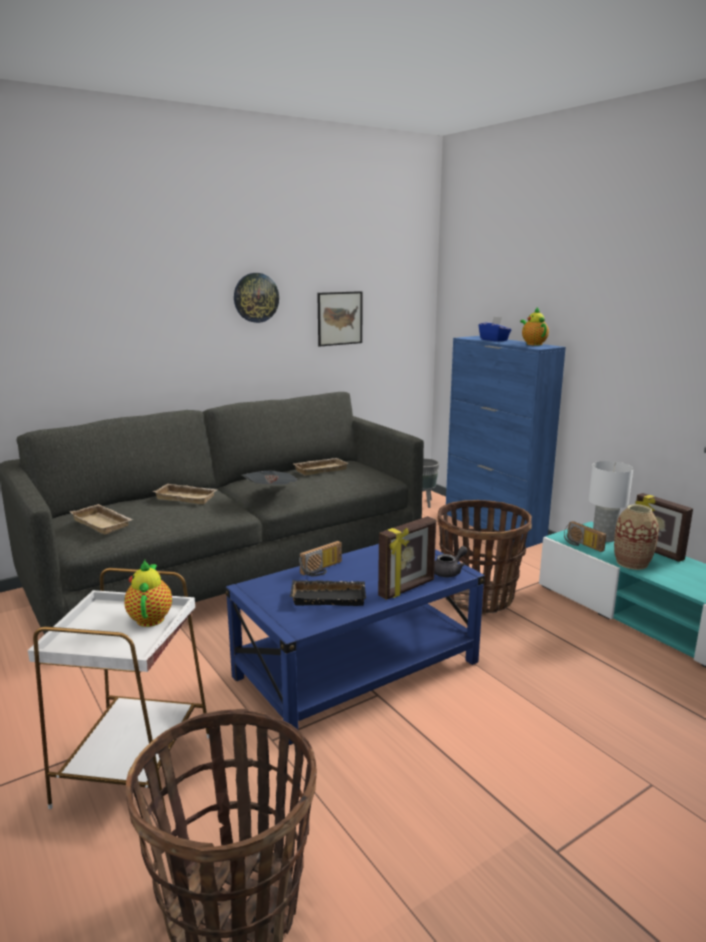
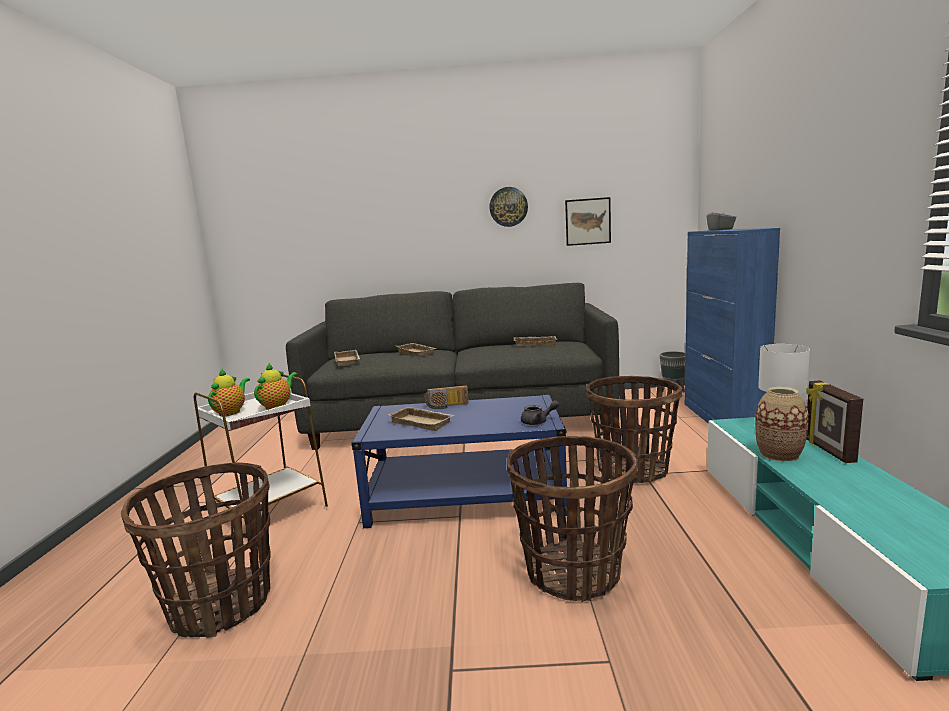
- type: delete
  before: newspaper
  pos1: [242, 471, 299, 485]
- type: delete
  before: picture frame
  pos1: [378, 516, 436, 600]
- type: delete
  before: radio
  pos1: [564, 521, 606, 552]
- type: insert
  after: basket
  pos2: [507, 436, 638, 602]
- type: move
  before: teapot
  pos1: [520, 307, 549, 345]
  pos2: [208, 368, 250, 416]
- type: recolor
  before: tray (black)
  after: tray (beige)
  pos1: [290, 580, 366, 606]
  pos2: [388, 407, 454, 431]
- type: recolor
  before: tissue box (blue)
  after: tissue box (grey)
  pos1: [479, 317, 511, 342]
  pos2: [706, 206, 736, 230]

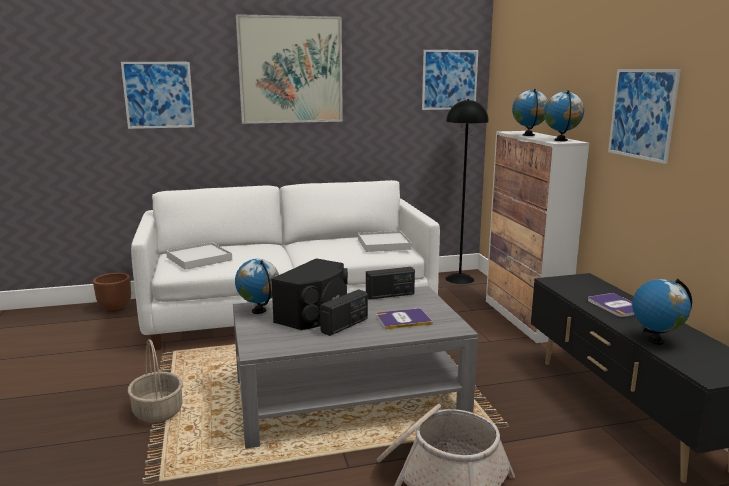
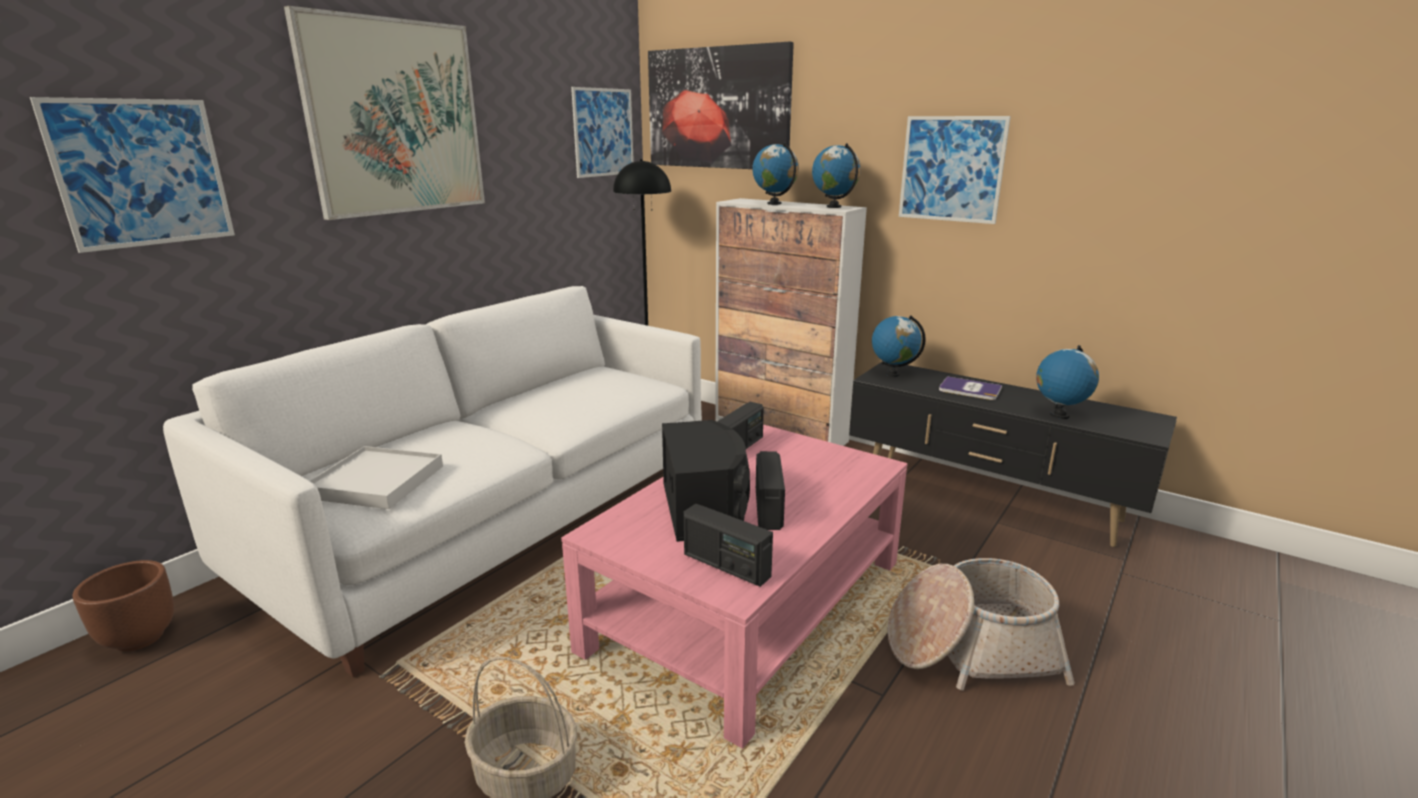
- type: delete
  before: tray (white)
  pos1: [358, 231, 412, 252]
- type: delete
  before: book
  pos1: [377, 309, 433, 329]
- type: insert
  after: picture
  pos2: [648, 42, 794, 169]
- type: insert
  after: radio
  pos2: [684, 504, 773, 587]
- type: move
  before: globe
  pos1: [235, 259, 279, 314]
  pos2: [872, 315, 926, 377]
- type: recolor
  before: coffee table (grey)
  after: coffee table (pink)
  pos1: [233, 286, 478, 449]
  pos2: [561, 424, 908, 749]

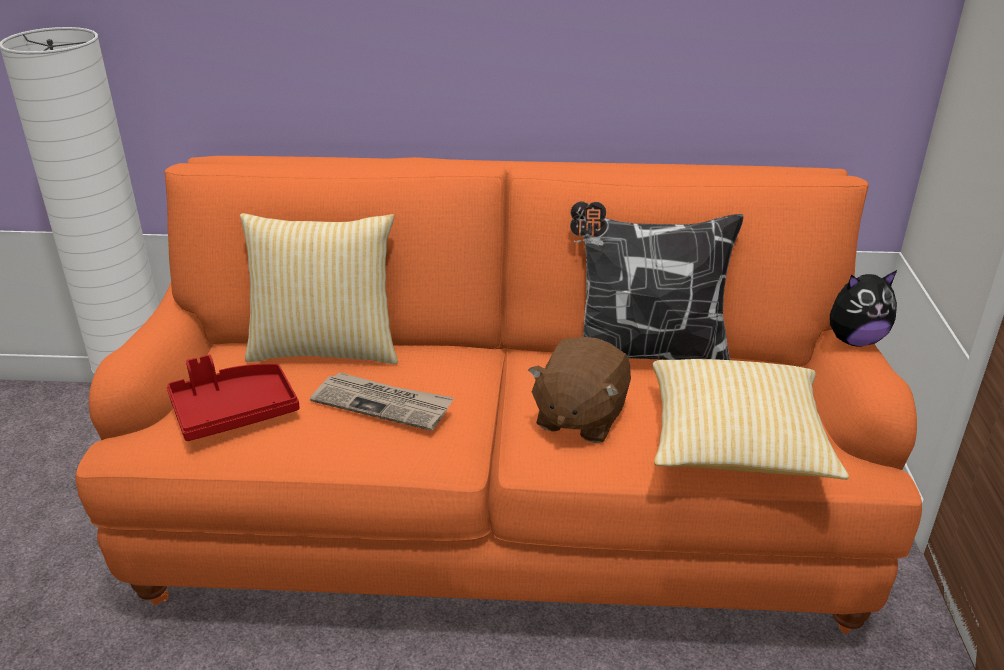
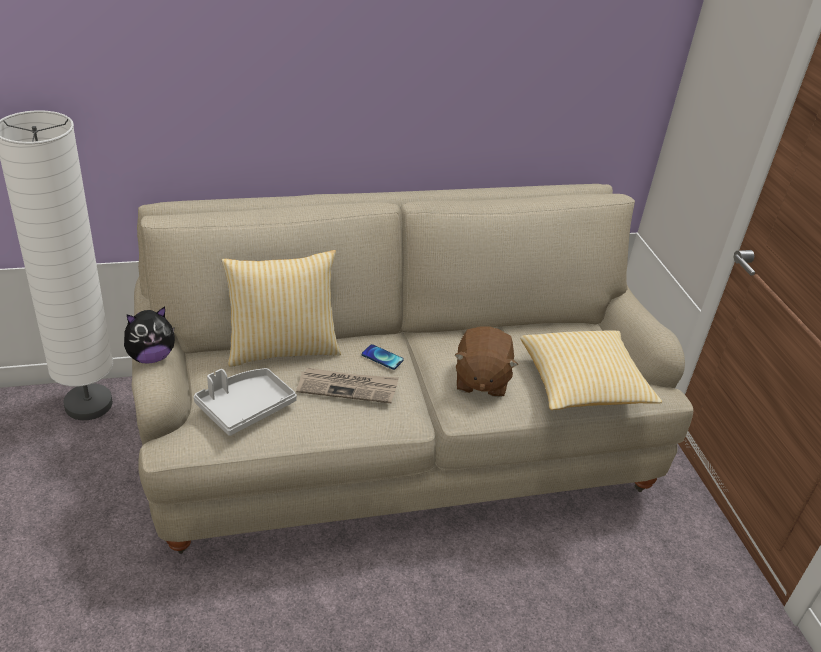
- type: delete
  before: pillow
  pos1: [570, 201, 744, 360]
- type: insert
  after: phone
  pos2: [362, 344, 404, 370]
- type: move
  before: plush toy
  pos1: [830, 270, 897, 346]
  pos2: [124, 306, 175, 364]
- type: recolor
  before: sofa (orange)
  after: sofa (beige)
  pos1: [76, 156, 922, 634]
  pos2: [132, 184, 693, 554]
- type: recolor
  before: tray (red)
  after: tray (grey)
  pos1: [167, 355, 300, 441]
  pos2: [194, 368, 297, 436]

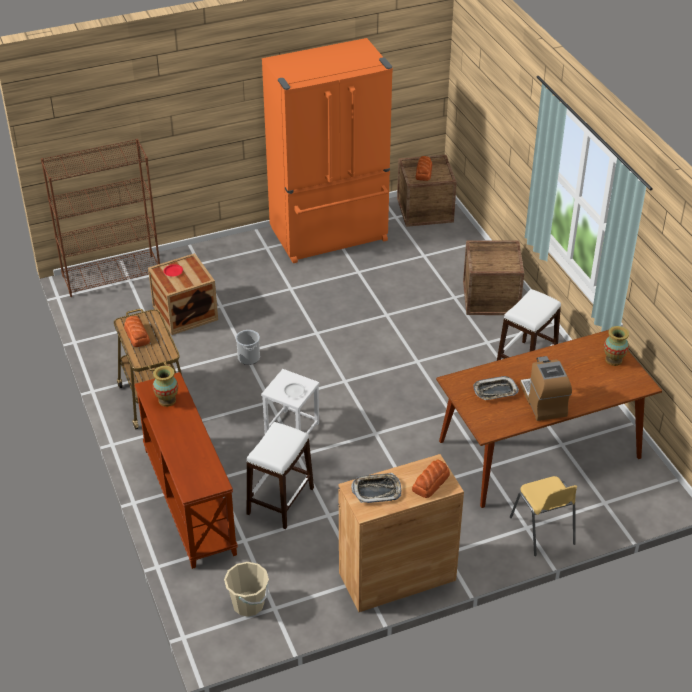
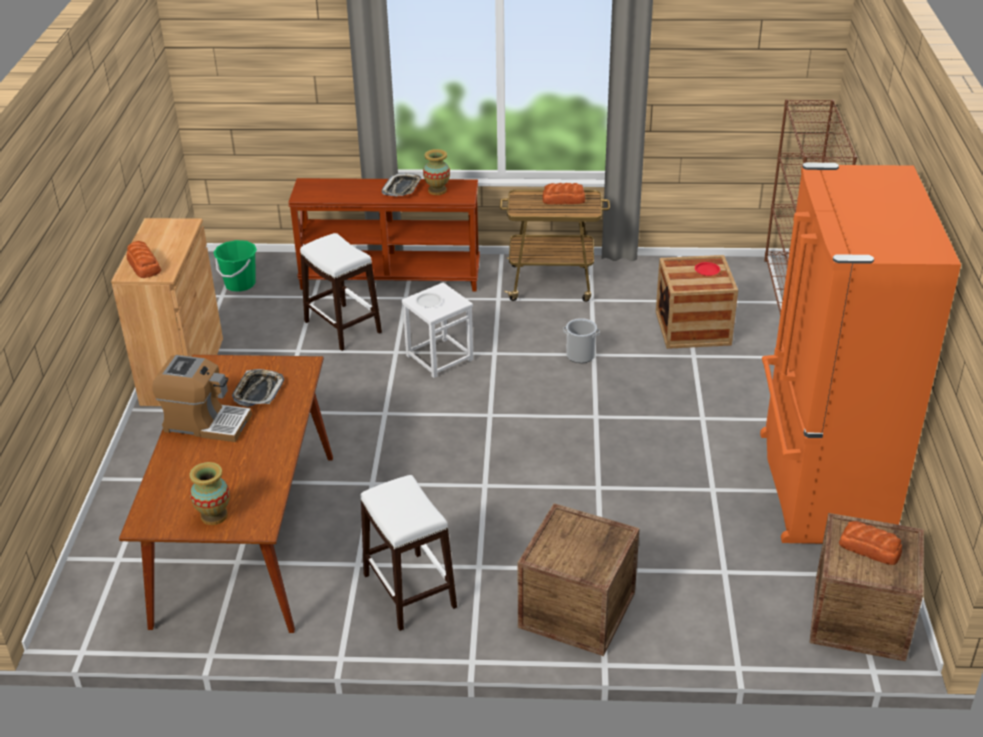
- type: delete
  before: chair (yellow)
  pos1: [510, 476, 577, 556]
- type: move
  before: tray
  pos1: [351, 473, 401, 503]
  pos2: [382, 173, 422, 196]
- type: recolor
  before: bucket (beige)
  after: bucket (green)
  pos1: [224, 562, 269, 617]
  pos2: [213, 240, 257, 292]

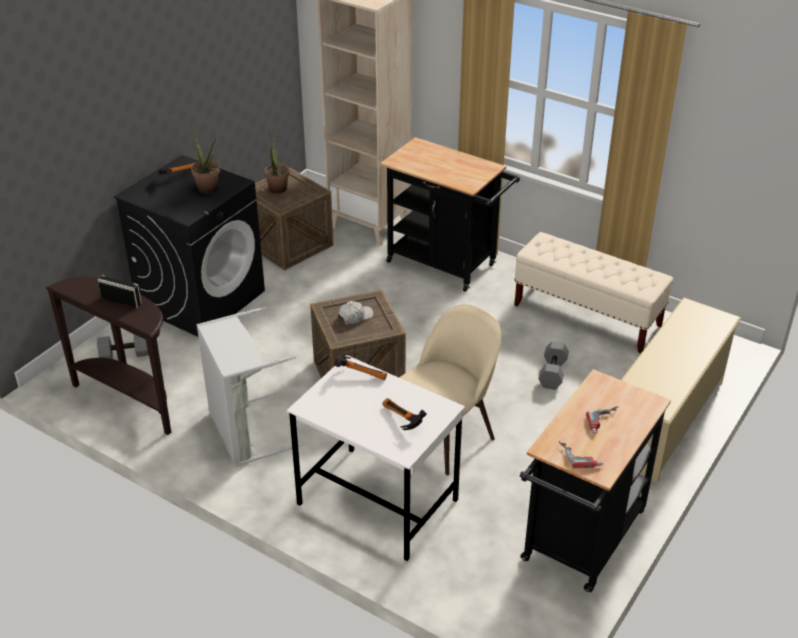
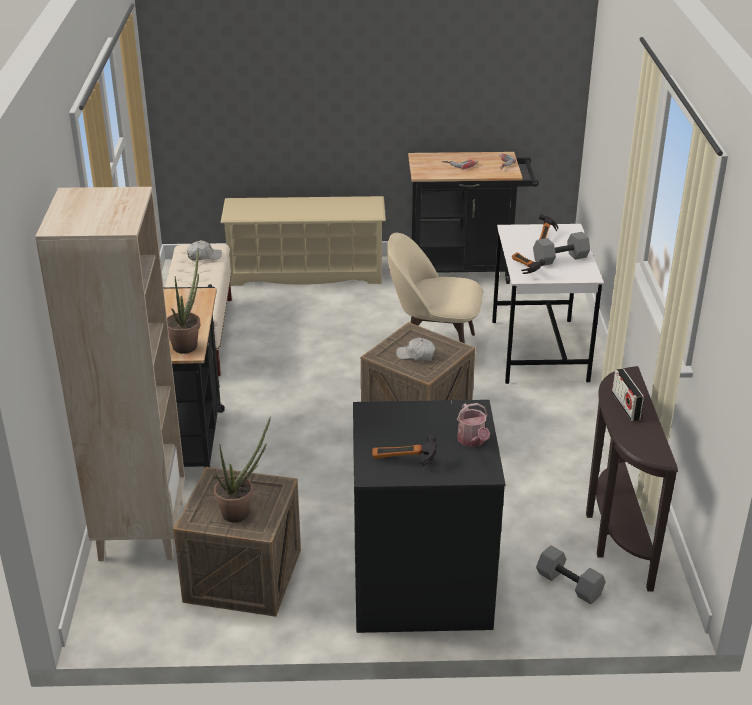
- type: delete
  before: laundry basket (grey)
  pos1: [197, 307, 303, 467]
- type: insert
  after: cap (white)
  pos2: [187, 240, 222, 260]
- type: insert
  after: watering can
  pos2: [457, 403, 490, 447]
- type: move
  before: potted plant
  pos1: [191, 124, 220, 194]
  pos2: [167, 249, 200, 354]
- type: move
  before: dumbbell (grey)
  pos1: [538, 341, 569, 390]
  pos2: [533, 232, 590, 266]

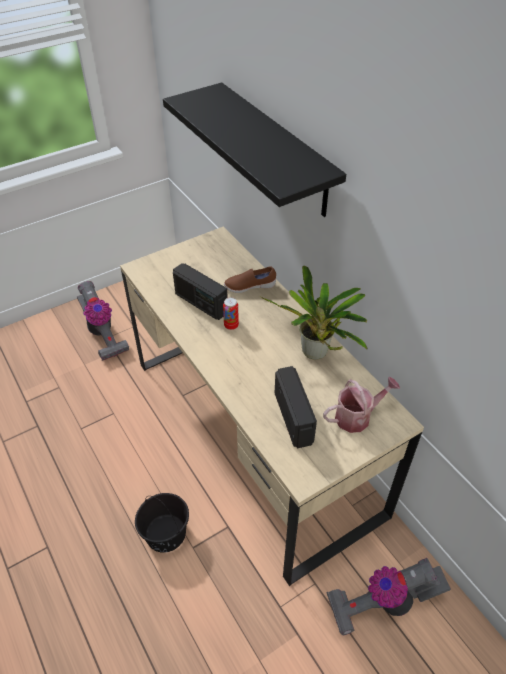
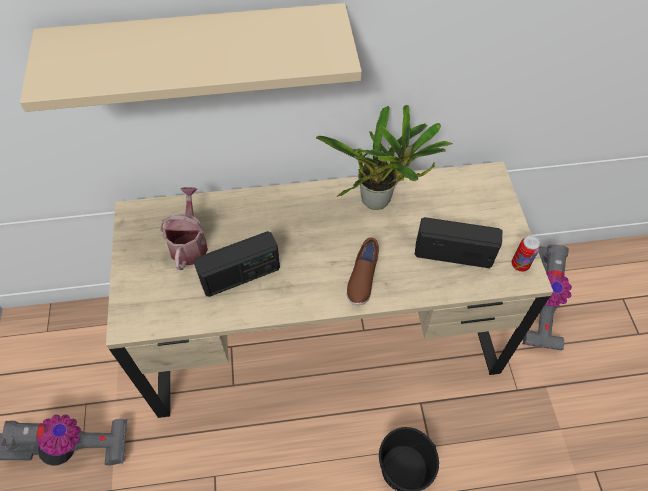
- type: move
  before: can
  pos1: [223, 297, 239, 330]
  pos2: [512, 235, 540, 272]
- type: move
  before: shoe (brown)
  pos1: [224, 266, 276, 293]
  pos2: [347, 237, 379, 305]
- type: move
  before: watering can
  pos1: [323, 377, 400, 433]
  pos2: [160, 187, 208, 270]
- type: recolor
  before: shelf (black)
  after: shelf (beige)
  pos1: [163, 82, 346, 217]
  pos2: [20, 3, 362, 112]

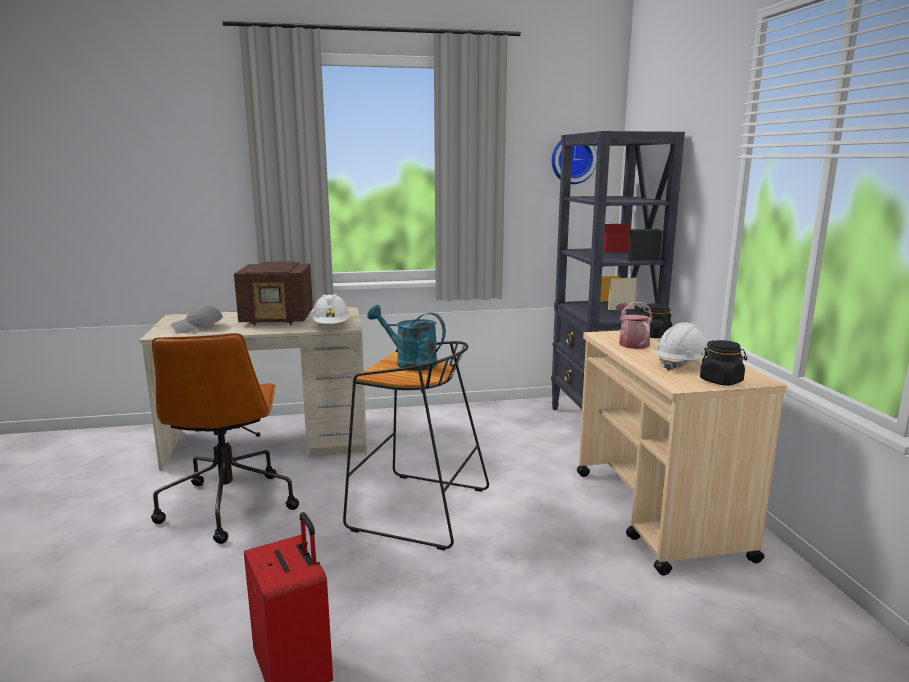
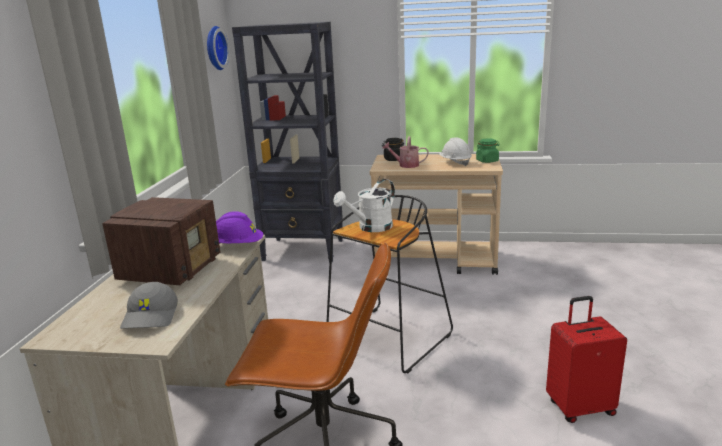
- type: recolor
  before: hard hat (white)
  after: hard hat (purple)
  pos1: [312, 294, 350, 324]
  pos2: [216, 211, 263, 244]
- type: recolor
  before: watering can (turquoise)
  after: watering can (white)
  pos1: [367, 305, 446, 371]
  pos2: [333, 179, 395, 232]
- type: recolor
  before: jar (black)
  after: jar (green)
  pos1: [700, 340, 747, 386]
  pos2: [476, 138, 500, 163]

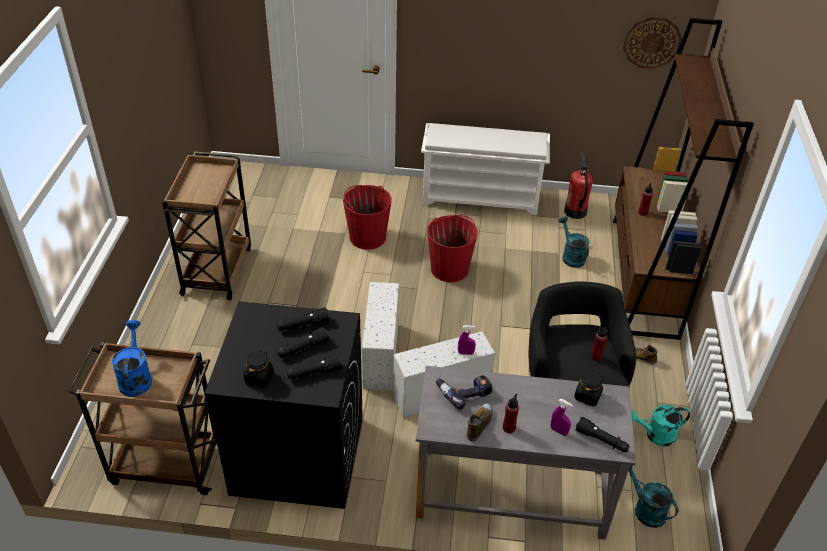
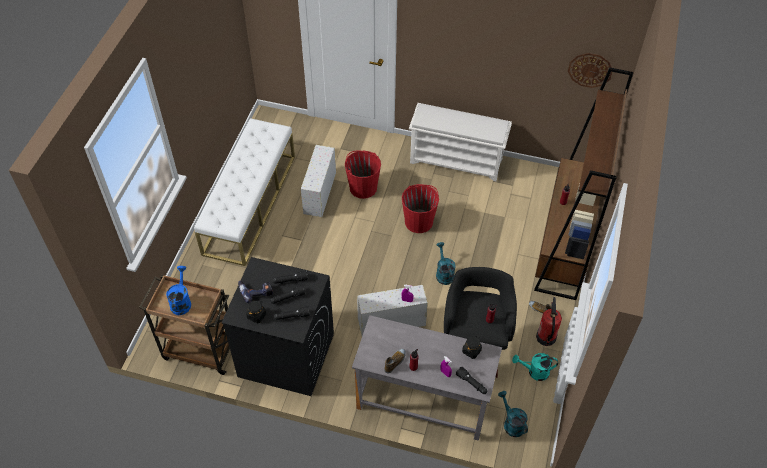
- type: move
  before: storage box (white)
  pos1: [362, 282, 399, 390]
  pos2: [301, 145, 336, 217]
- type: move
  before: power drill
  pos1: [436, 375, 492, 409]
  pos2: [238, 281, 273, 303]
- type: move
  before: watering can (turquoise)
  pos1: [558, 216, 590, 268]
  pos2: [436, 242, 456, 285]
- type: move
  before: fire extinguisher
  pos1: [564, 153, 593, 219]
  pos2: [536, 297, 562, 346]
- type: replace
  before: cart (brown)
  after: bench (white)
  pos1: [162, 151, 251, 300]
  pos2: [194, 118, 295, 266]

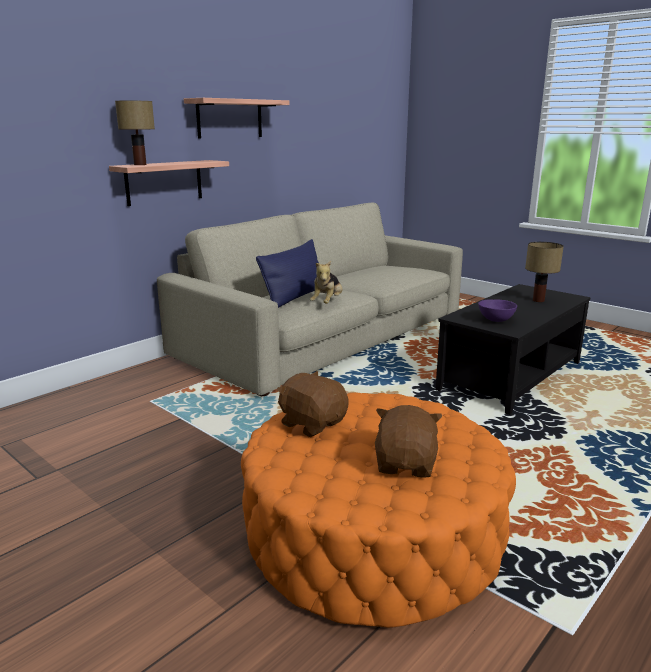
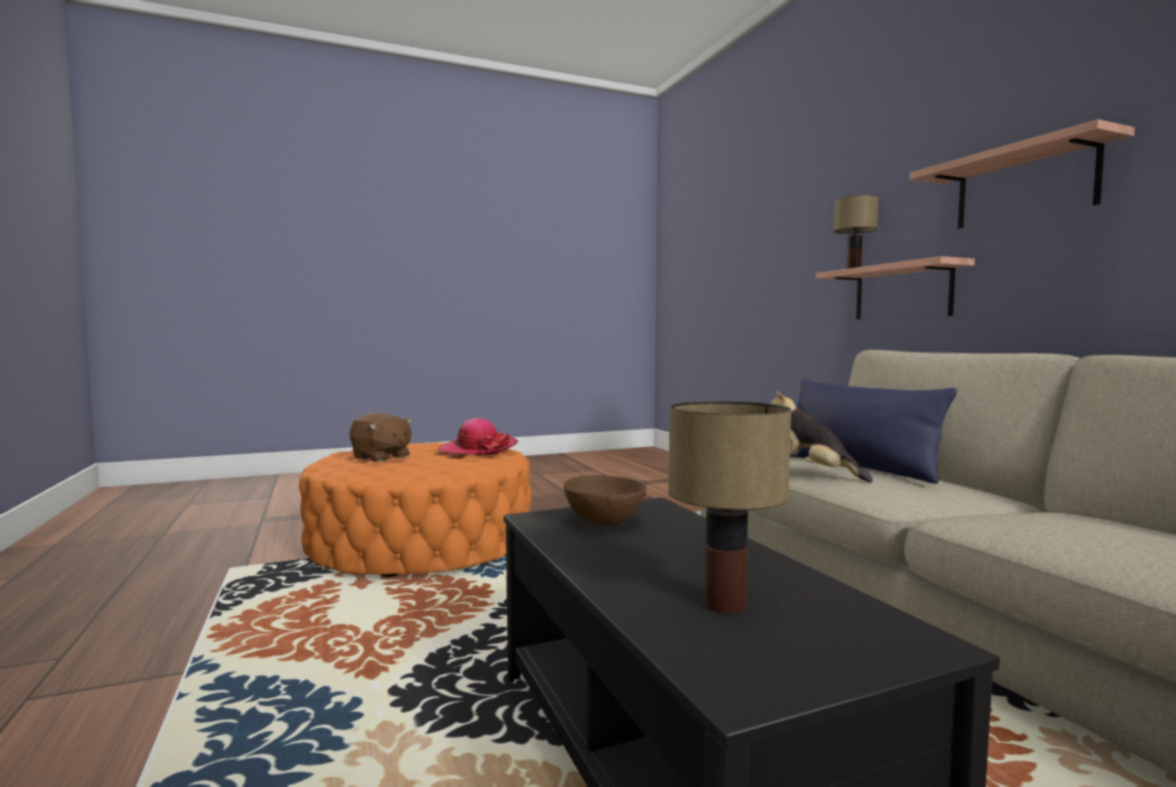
- type: replace
  before: plush toy (brown)
  after: hat
  pos1: [277, 371, 349, 437]
  pos2: [438, 418, 519, 456]
- type: recolor
  before: bowl (purple)
  after: bowl (brown)
  pos1: [478, 299, 517, 322]
  pos2: [563, 475, 647, 525]

